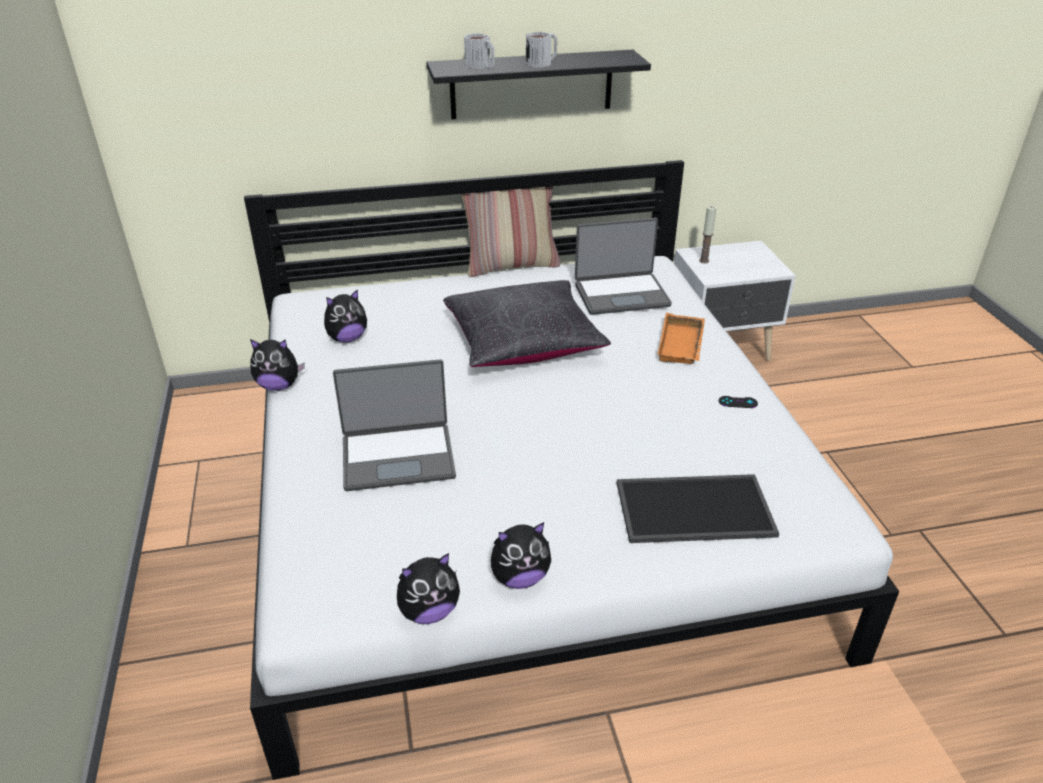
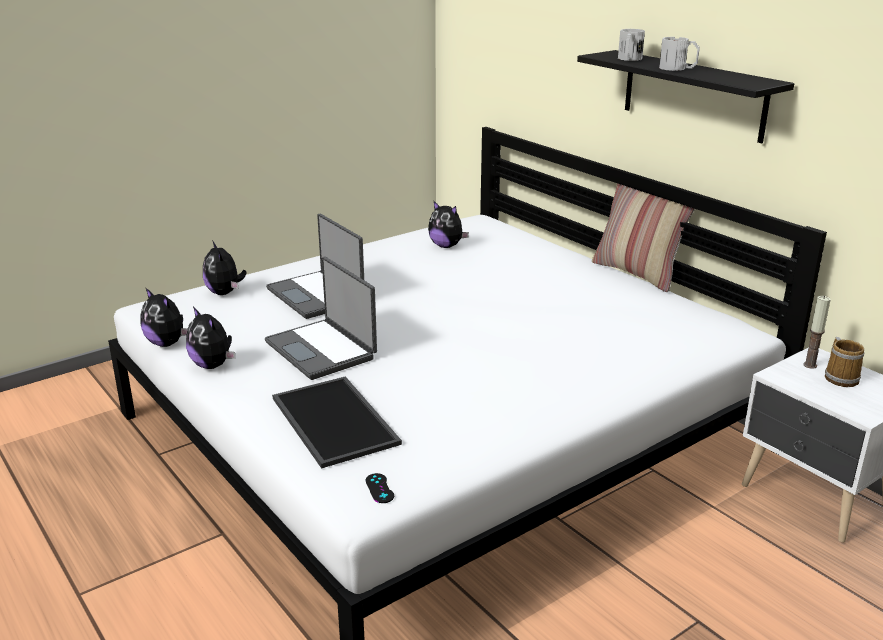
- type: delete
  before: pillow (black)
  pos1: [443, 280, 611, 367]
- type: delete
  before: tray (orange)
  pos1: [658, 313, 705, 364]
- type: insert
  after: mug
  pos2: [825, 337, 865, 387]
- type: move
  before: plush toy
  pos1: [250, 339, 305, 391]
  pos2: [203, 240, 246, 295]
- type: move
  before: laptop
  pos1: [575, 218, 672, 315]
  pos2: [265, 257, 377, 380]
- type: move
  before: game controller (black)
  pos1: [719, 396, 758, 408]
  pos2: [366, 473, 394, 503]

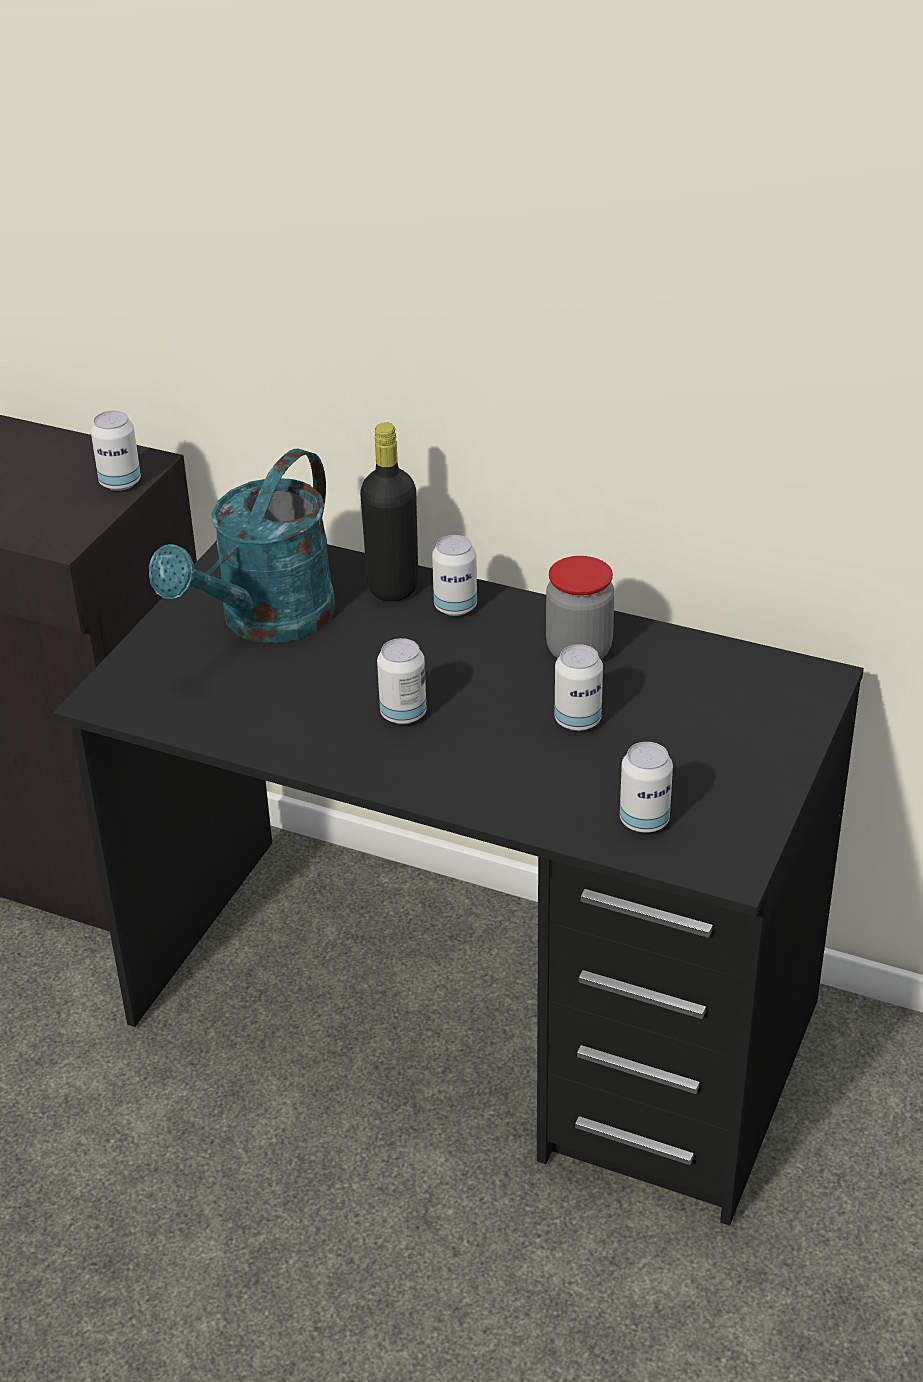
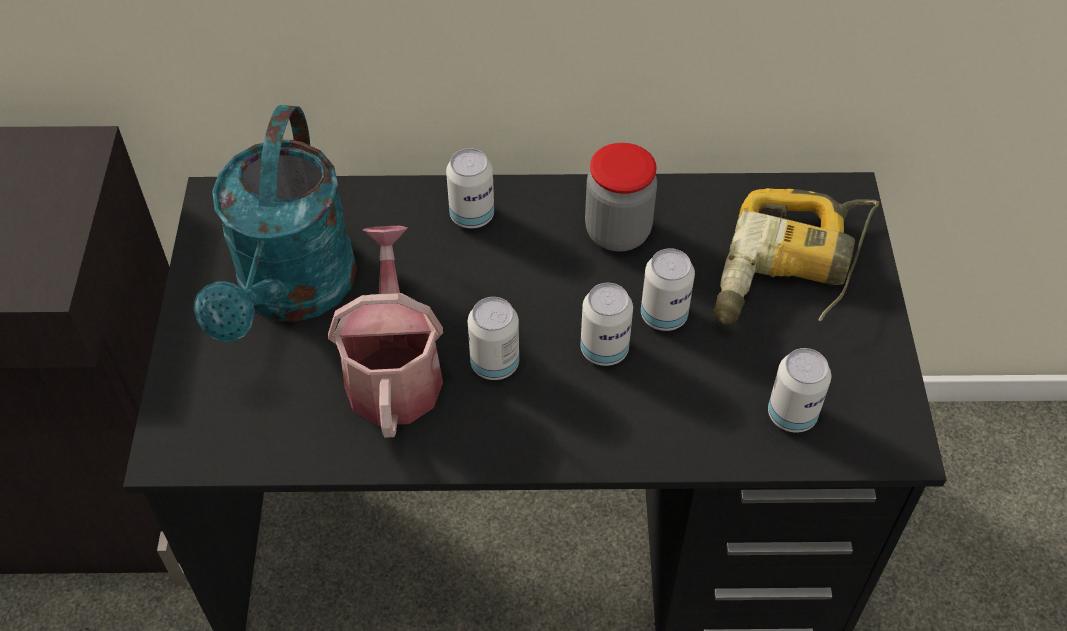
- type: delete
  before: bottle (black)
  pos1: [360, 422, 418, 602]
- type: insert
  after: watering can
  pos2: [328, 226, 443, 438]
- type: insert
  after: power drill
  pos2: [714, 188, 880, 324]
- type: move
  before: can
  pos1: [91, 411, 141, 491]
  pos2: [581, 283, 633, 366]

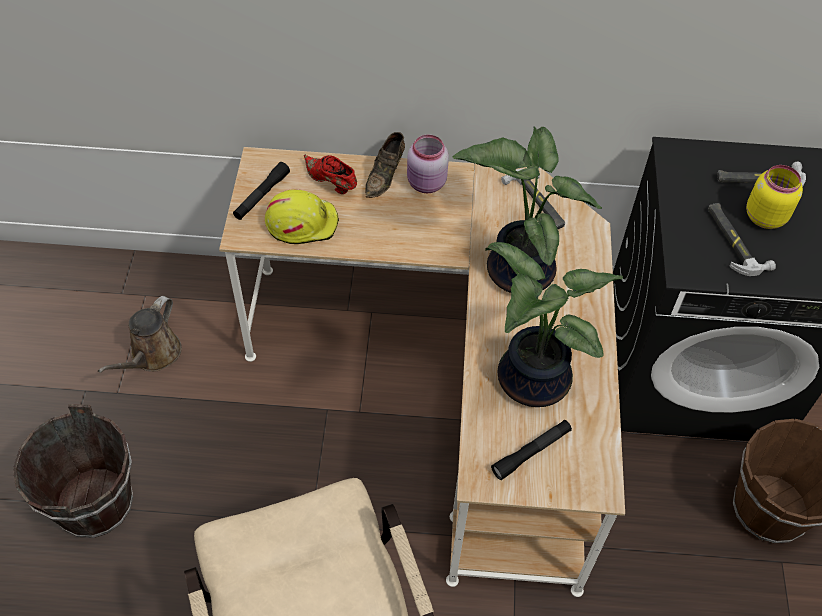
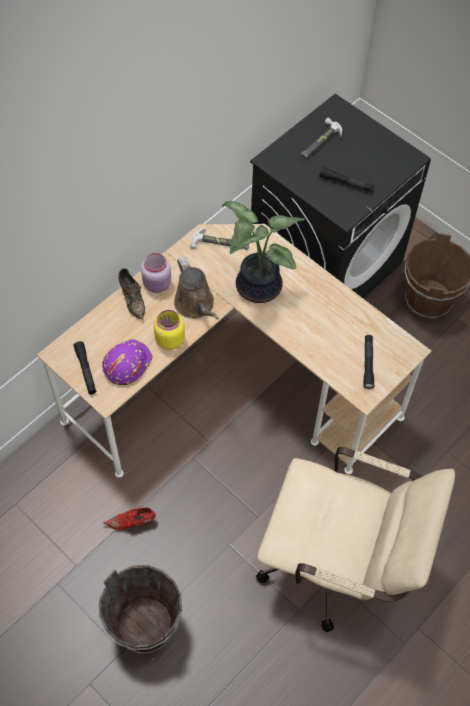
- type: delete
  before: potted plant
  pos1: [485, 242, 623, 407]
- type: move
  before: watering can (brown)
  pos1: [98, 296, 182, 373]
  pos2: [174, 257, 219, 320]
- type: move
  before: shoe (red)
  pos1: [304, 154, 357, 194]
  pos2: [103, 508, 156, 531]
- type: move
  before: jar (yellow)
  pos1: [746, 165, 803, 229]
  pos2: [154, 310, 185, 350]
- type: replace
  before: hammer
  after: flashlight (black)
  pos1: [708, 203, 776, 276]
  pos2: [319, 167, 373, 192]
- type: recolor
  before: hard hat (yellow)
  after: hard hat (purple)
  pos1: [265, 189, 339, 244]
  pos2: [102, 339, 153, 385]

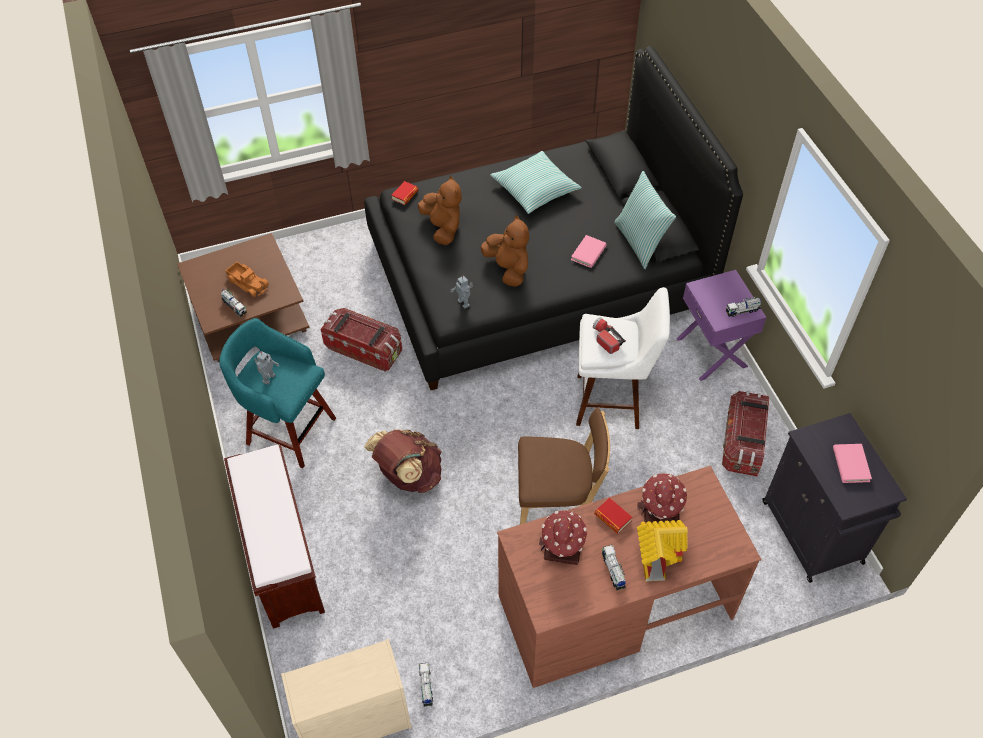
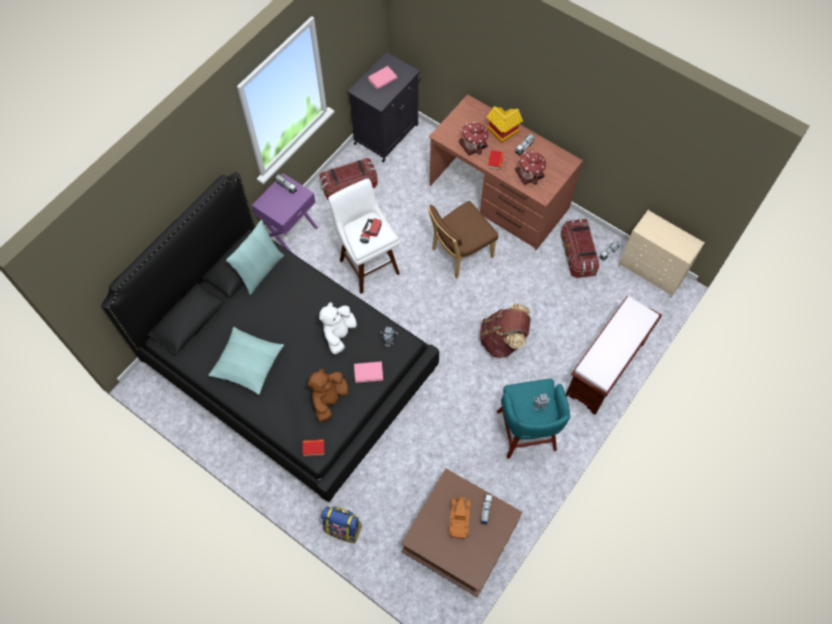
- type: insert
  after: backpack
  pos2: [321, 506, 362, 543]
- type: move
  before: storage box
  pos1: [320, 308, 402, 372]
  pos2: [561, 219, 599, 278]
- type: move
  before: book (pink)
  pos1: [571, 235, 607, 268]
  pos2: [354, 362, 383, 383]
- type: recolor
  before: plush toy (brown)
  after: plush toy (white)
  pos1: [481, 215, 529, 287]
  pos2: [319, 302, 357, 354]
- type: rotate
  before: chair (brown)
  pos1: [518, 408, 610, 524]
  pos2: [428, 201, 498, 278]
  turn: -90

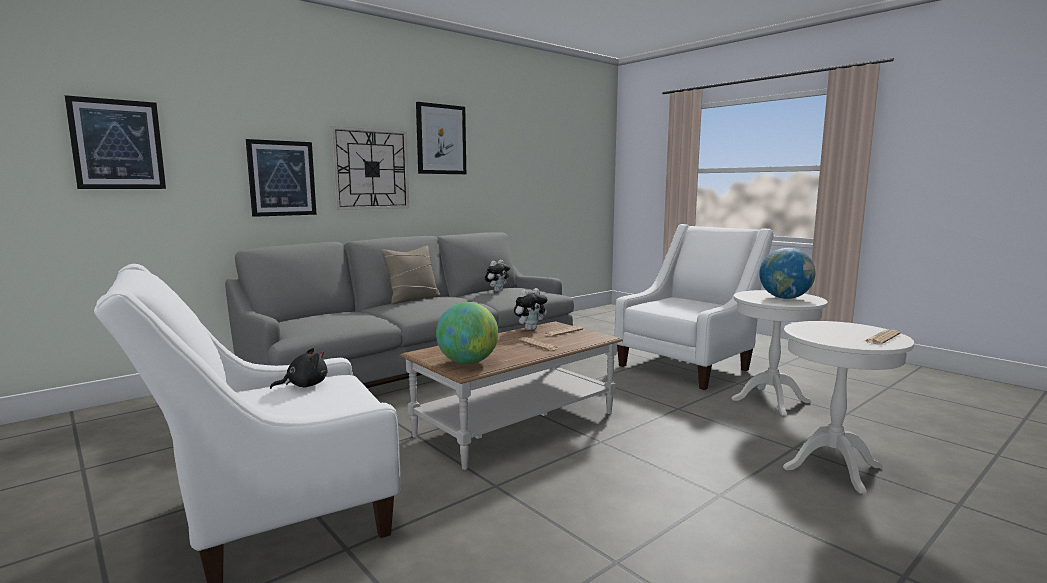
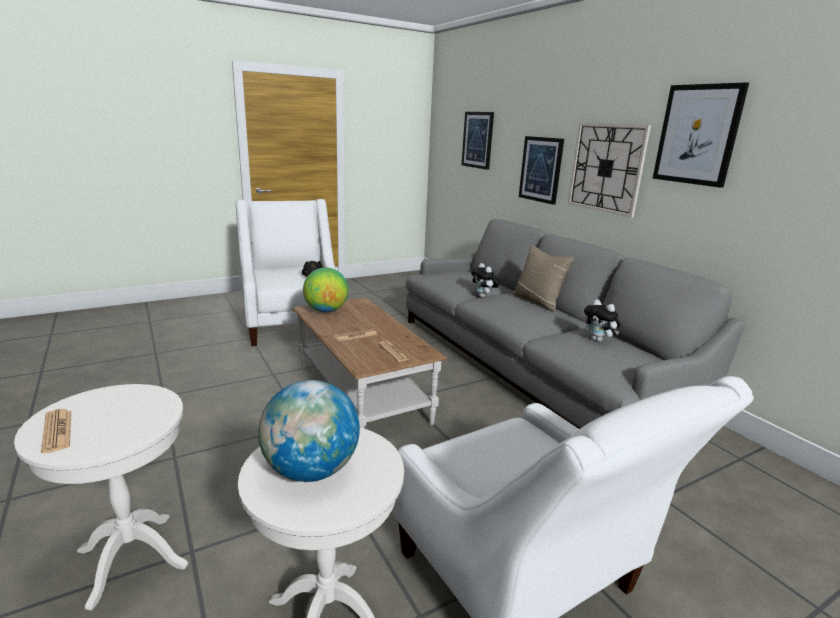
- type: move
  before: plush toy
  pos1: [514, 288, 547, 330]
  pos2: [471, 263, 499, 297]

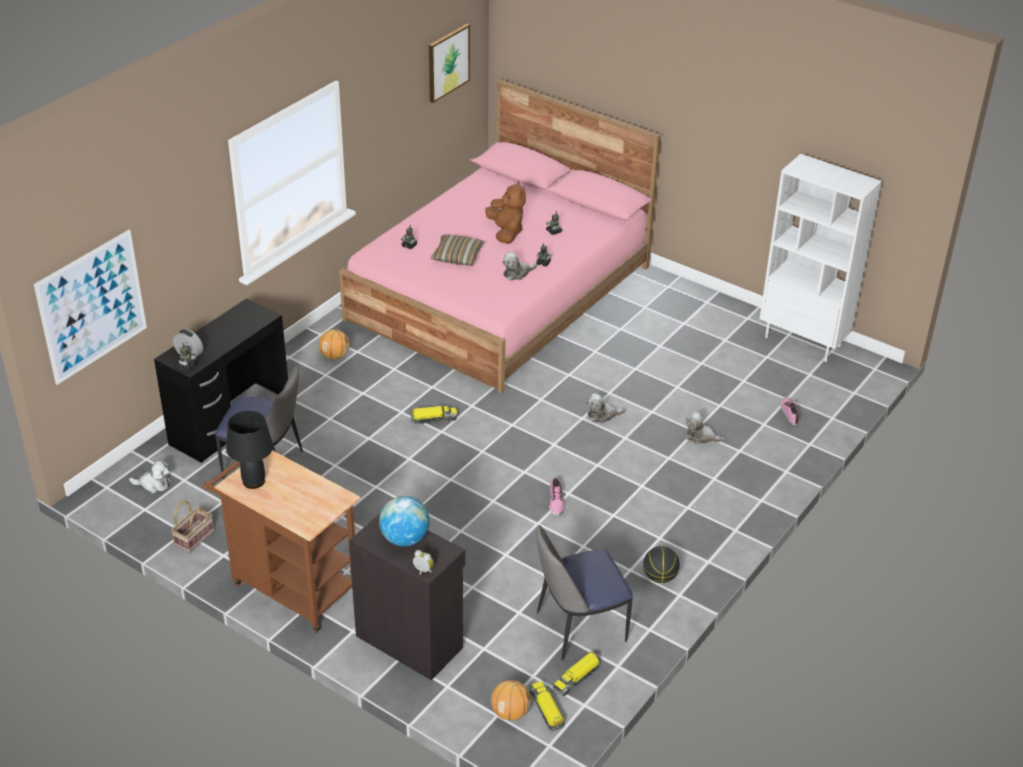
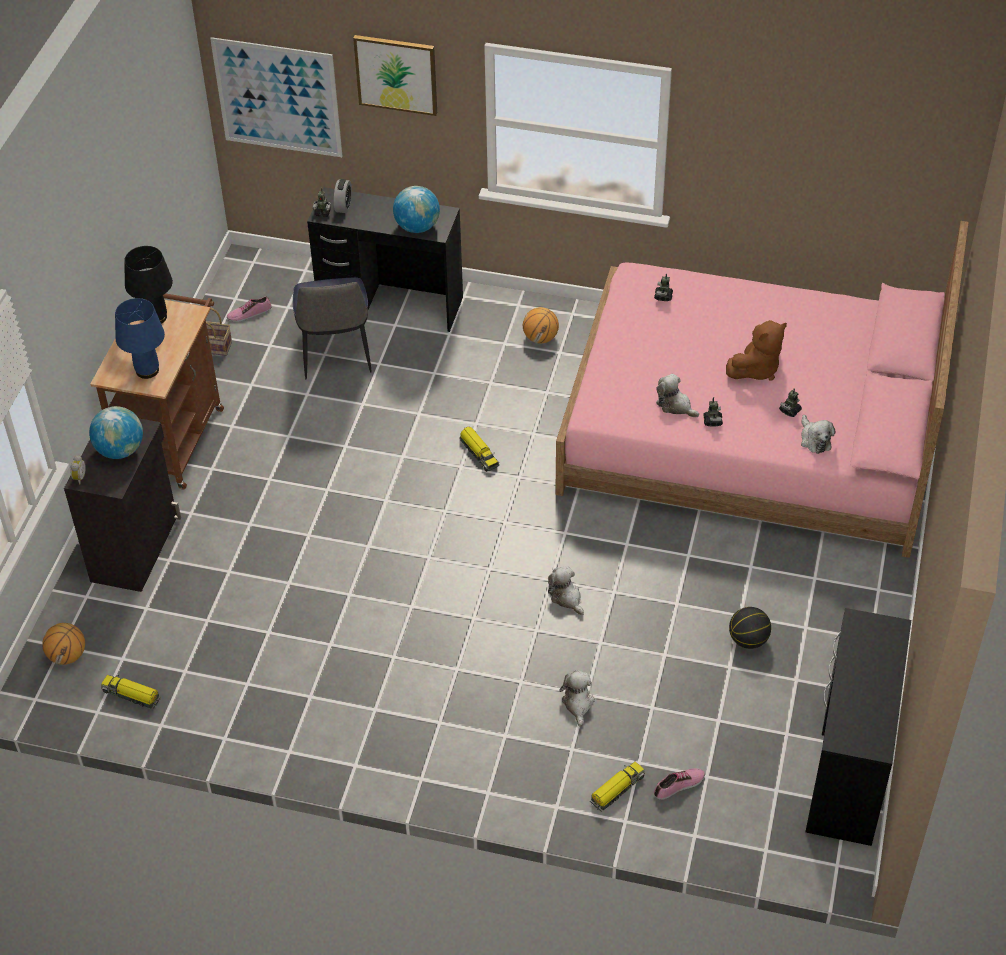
- type: delete
  before: pillow
  pos1: [431, 235, 484, 266]
- type: delete
  before: chair
  pos1: [536, 525, 633, 661]
- type: insert
  after: table lamp (blue)
  pos2: [115, 298, 165, 379]
- type: insert
  after: globe
  pos2: [393, 186, 440, 233]
- type: move
  before: plush toy
  pos1: [129, 460, 170, 493]
  pos2: [801, 415, 835, 454]
- type: move
  before: picture
  pos1: [429, 24, 470, 103]
  pos2: [353, 35, 437, 116]
- type: move
  before: toy truck
  pos1: [530, 681, 565, 731]
  pos2: [590, 762, 645, 811]
- type: move
  before: shoe
  pos1: [549, 477, 564, 515]
  pos2: [227, 297, 272, 322]
- type: move
  before: basketball
  pos1: [643, 546, 680, 583]
  pos2: [729, 607, 771, 649]
- type: replace
  before: bookcase (white)
  after: desk (black)
  pos1: [760, 154, 882, 362]
  pos2: [806, 608, 911, 846]

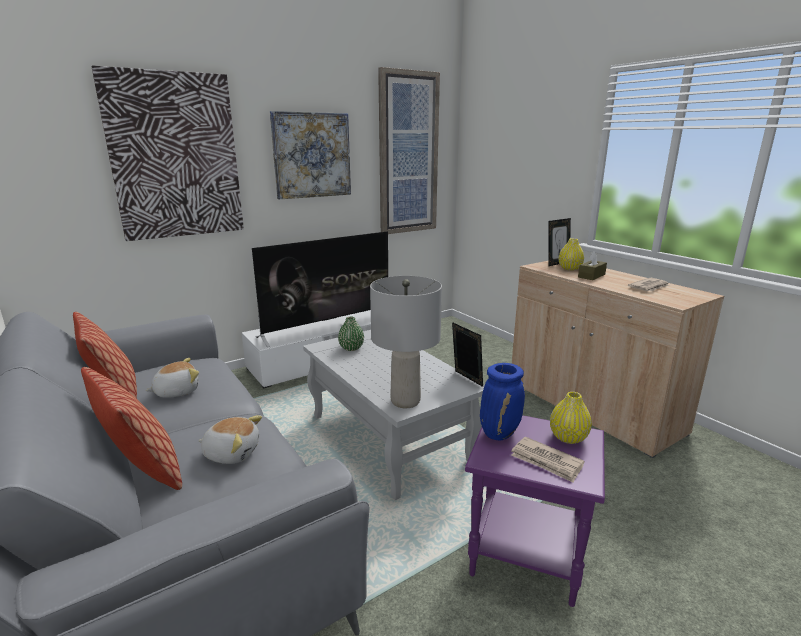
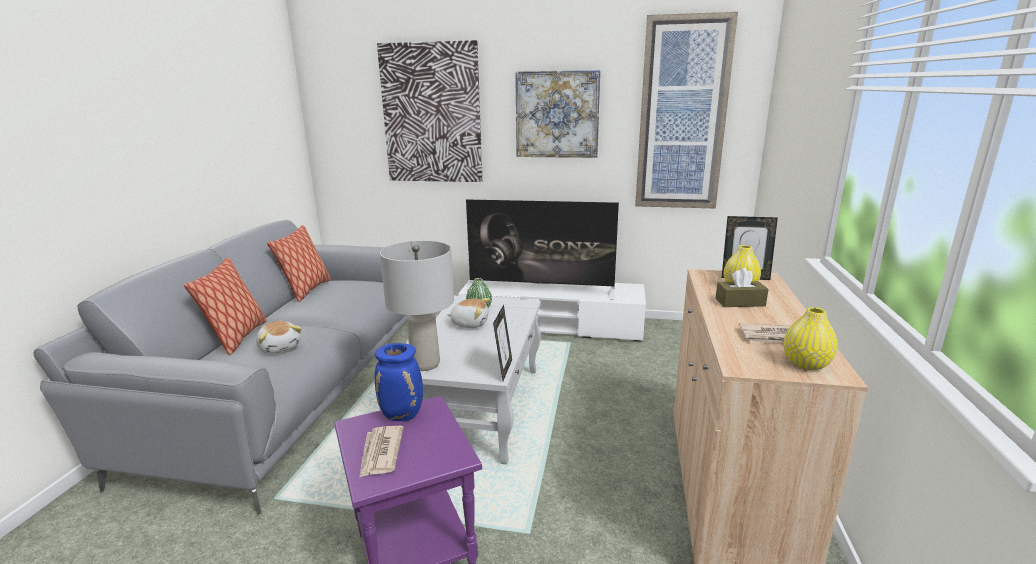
- type: move
  before: plush toy
  pos1: [145, 358, 199, 398]
  pos2: [447, 298, 490, 328]
- type: move
  before: vase (yellow)
  pos1: [550, 392, 592, 444]
  pos2: [783, 307, 838, 370]

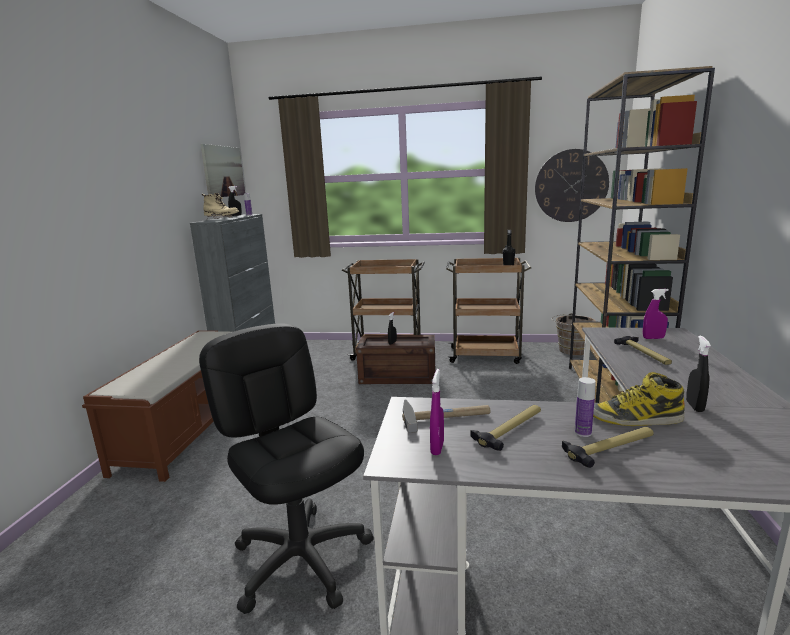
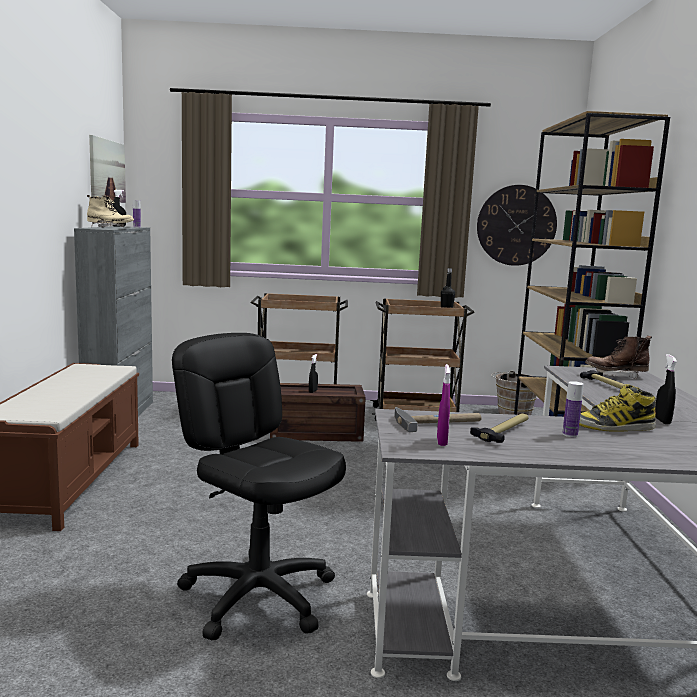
- type: delete
  before: hammer
  pos1: [562, 427, 654, 468]
- type: replace
  before: spray bottle (purple)
  after: boot (brown)
  pos1: [643, 289, 669, 339]
  pos2: [585, 336, 652, 379]

